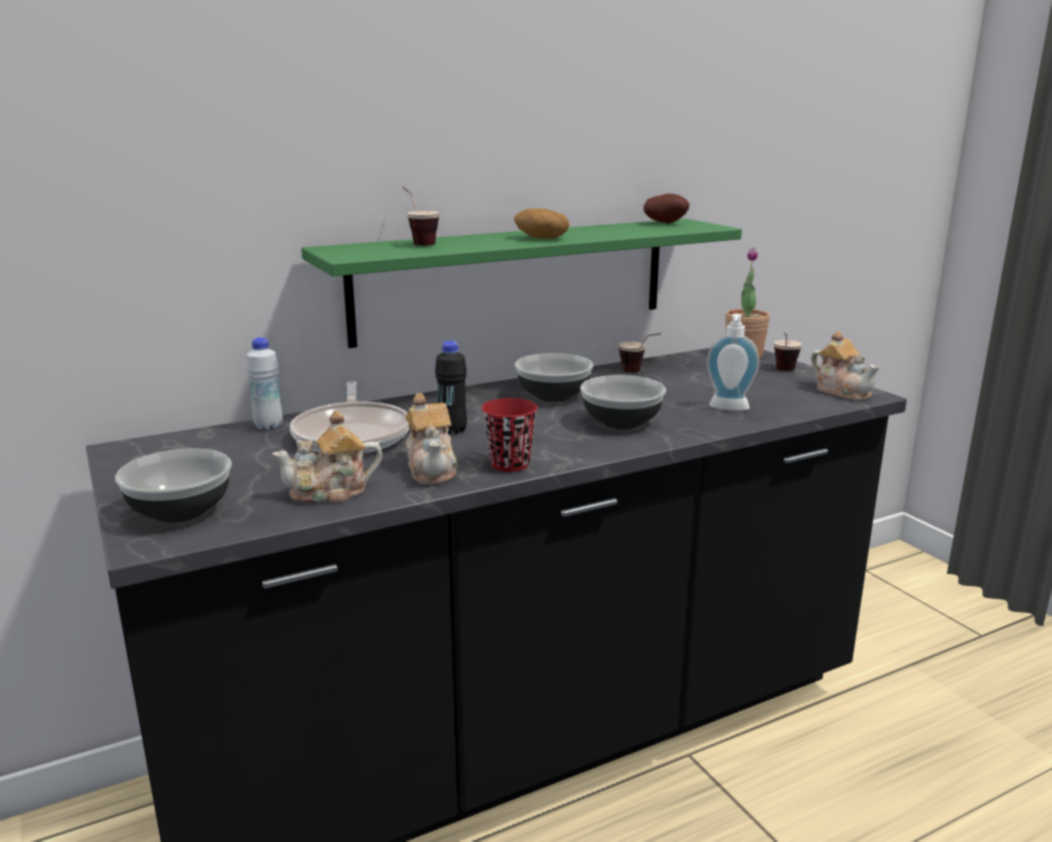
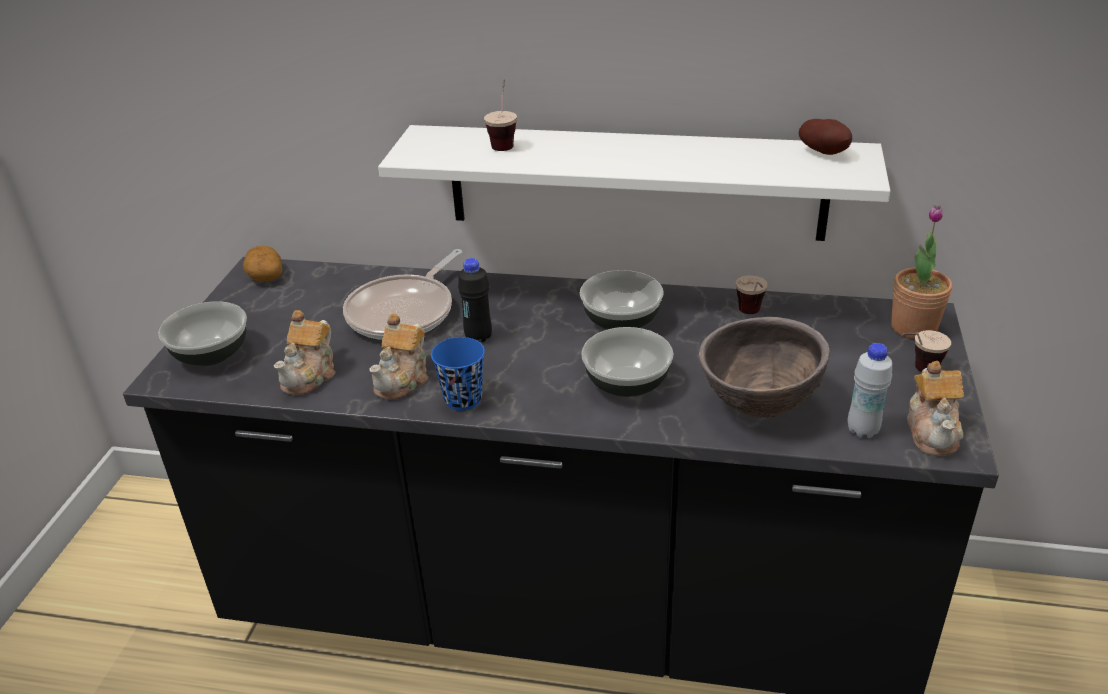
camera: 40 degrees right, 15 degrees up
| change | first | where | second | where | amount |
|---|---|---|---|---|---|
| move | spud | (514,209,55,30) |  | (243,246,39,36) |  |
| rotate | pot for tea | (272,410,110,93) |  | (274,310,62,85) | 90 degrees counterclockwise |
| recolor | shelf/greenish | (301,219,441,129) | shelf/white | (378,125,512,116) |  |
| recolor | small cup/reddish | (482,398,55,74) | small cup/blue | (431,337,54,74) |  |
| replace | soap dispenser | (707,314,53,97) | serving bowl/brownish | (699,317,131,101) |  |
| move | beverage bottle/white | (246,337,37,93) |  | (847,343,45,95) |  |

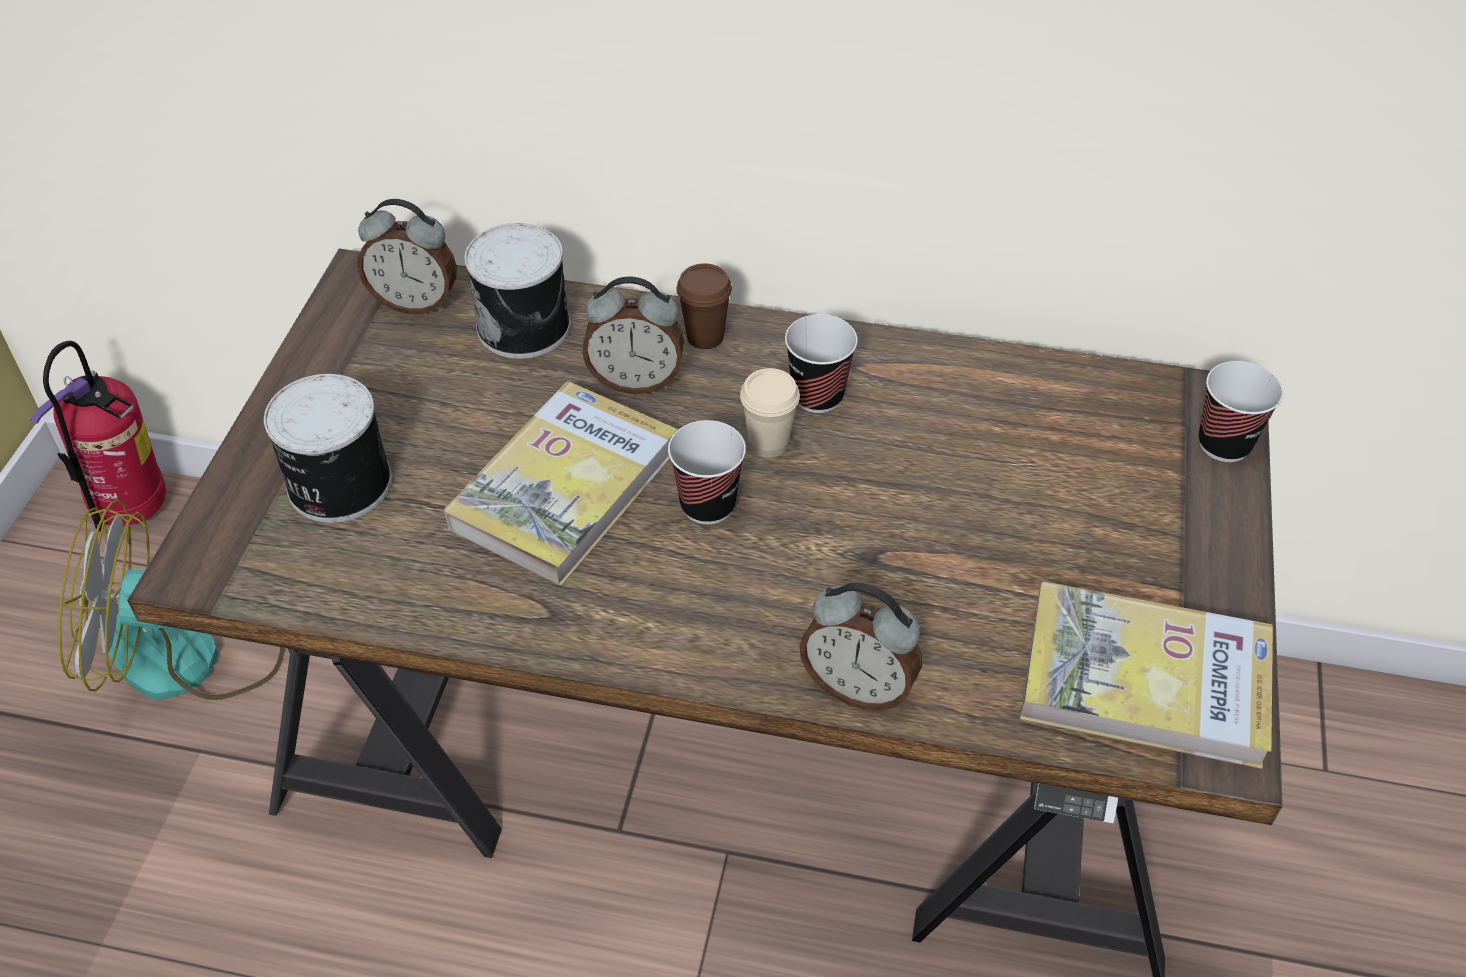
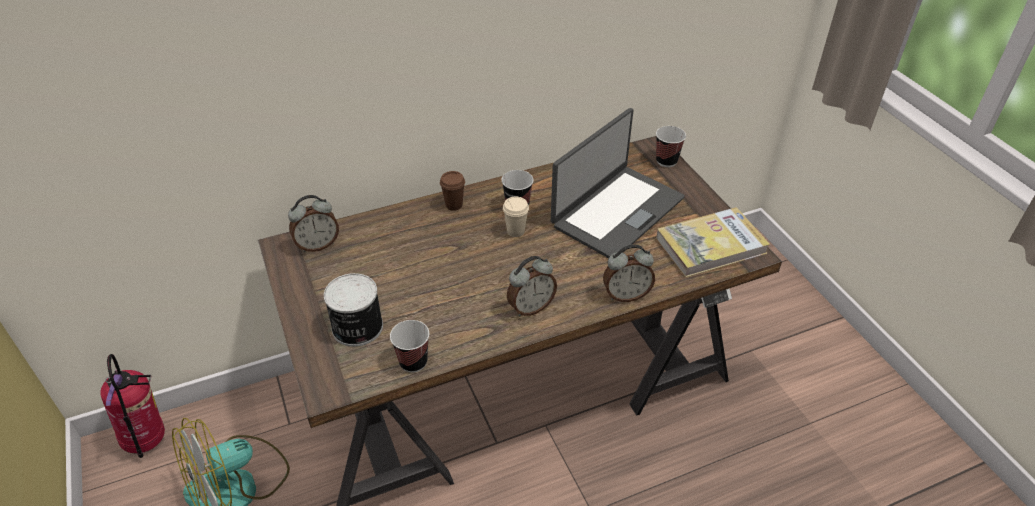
camera: 35 degrees left, 5 degrees down
| change | first | where | second | where | amount |
|---|---|---|---|---|---|
| move | small cup | (668,420,78,104) |  | (390,320,39,53) |  |
| move | bedside clock | (582,276,103,118) |  | (507,256,50,61) |  |
| insert |  |  | portable computer | (551,108,134,150) |  |
| delete | volume | (444,381,234,205) |  |  |  |
| delete | can | (465,223,105,136) |  |  |  |

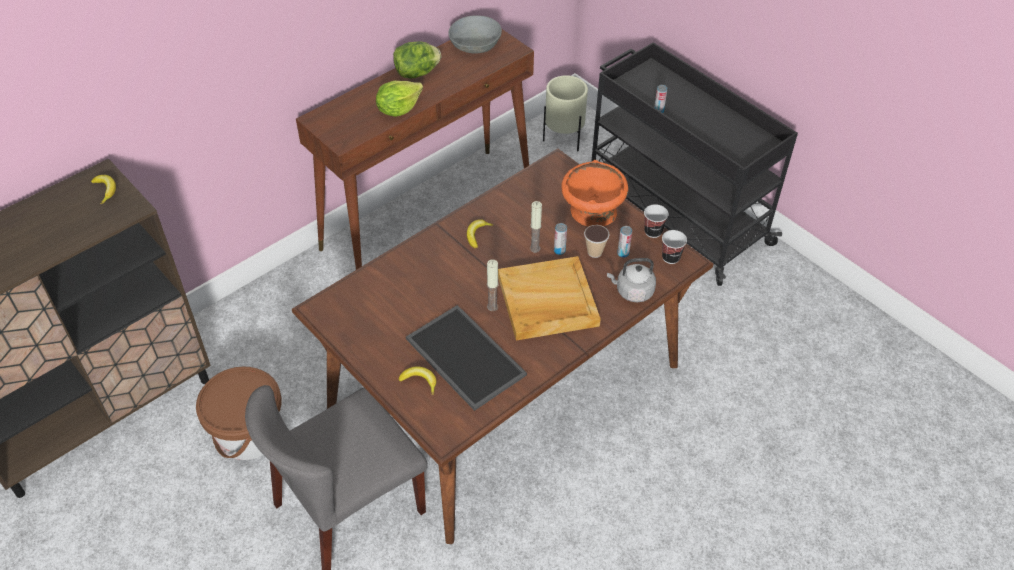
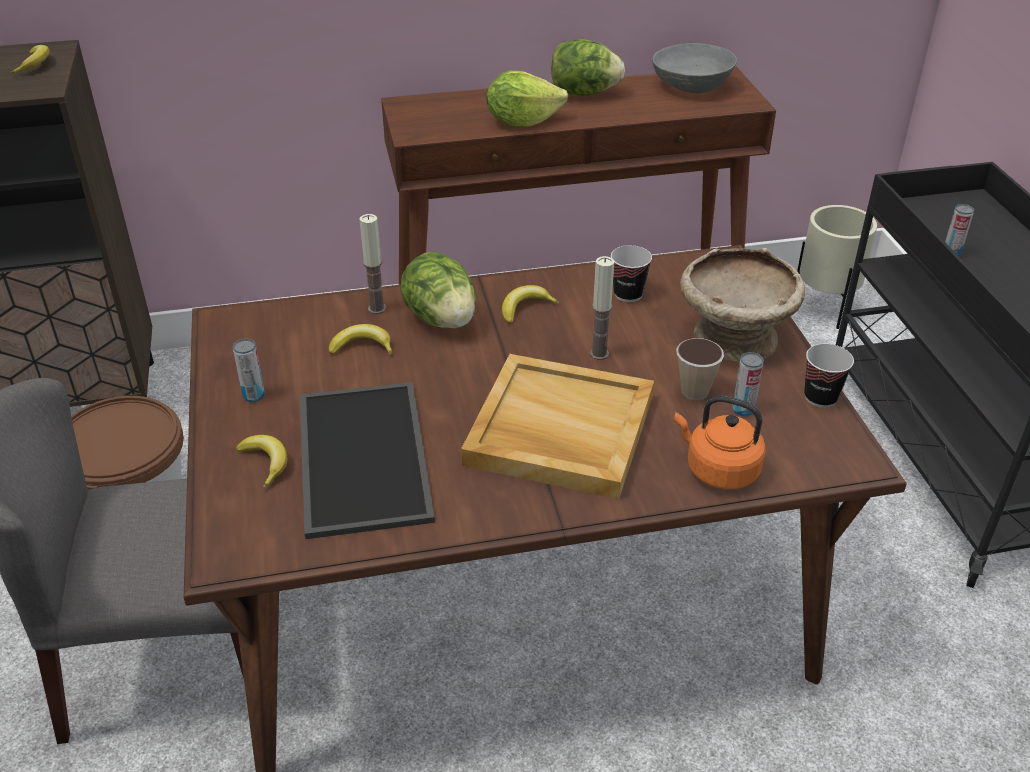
camera: 30 degrees right, 10 degrees down
| change | first | where | second | where | amount |
|---|---|---|---|---|---|
| move | can | (554,223,13,32) |  | (233,339,32,63) |  |
| insert |  |  | banana | (329,324,64,31) |  |
| move | candle | (487,259,12,52) |  | (360,214,26,100) |  |
| insert |  |  | lettuce head | (401,252,75,76) |  |
| move | small cup | (662,230,25,34) |  | (611,245,41,57) |  |
| recolor | water kettle/grey | (607,258,49,44) | water kettle/orange-coloured | (674,395,92,94) |  |
| recolor | serving bowl/orange-coloured | (561,160,67,67) | serving bowl/beige-coloured | (680,248,125,114) |  |

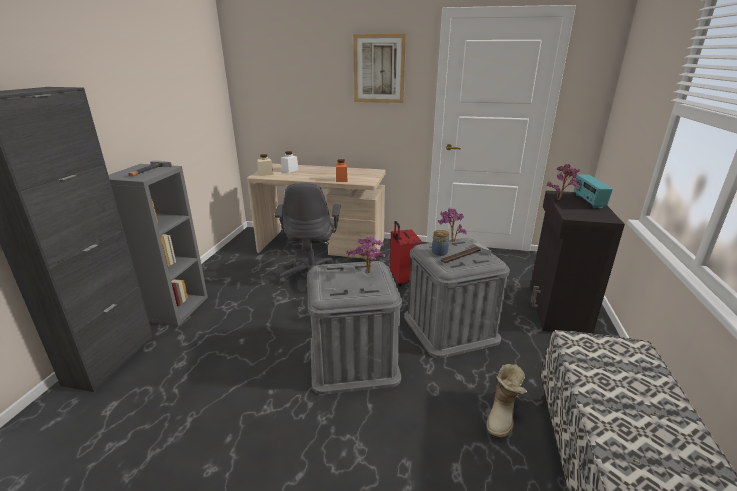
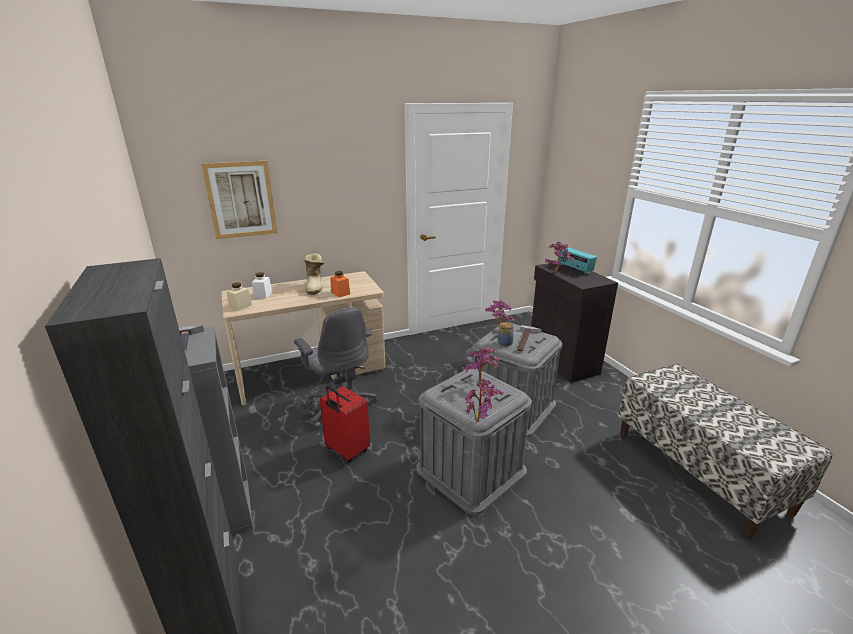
camera: 35 degrees left, 0 degrees up
| change | first | where | second | where | amount |
|---|---|---|---|---|---|
| move | picture | (353,34,53,69) |  | (201,161,76,78) |  |
| move | high-top boot | (486,364,41,74) |  | (304,253,21,42) |  |
| move | suitcase/reddish | (390,221,32,66) |  | (320,385,50,78) |  |
| insert |  |  | plant in a pot | (465,379,38,43) |  |

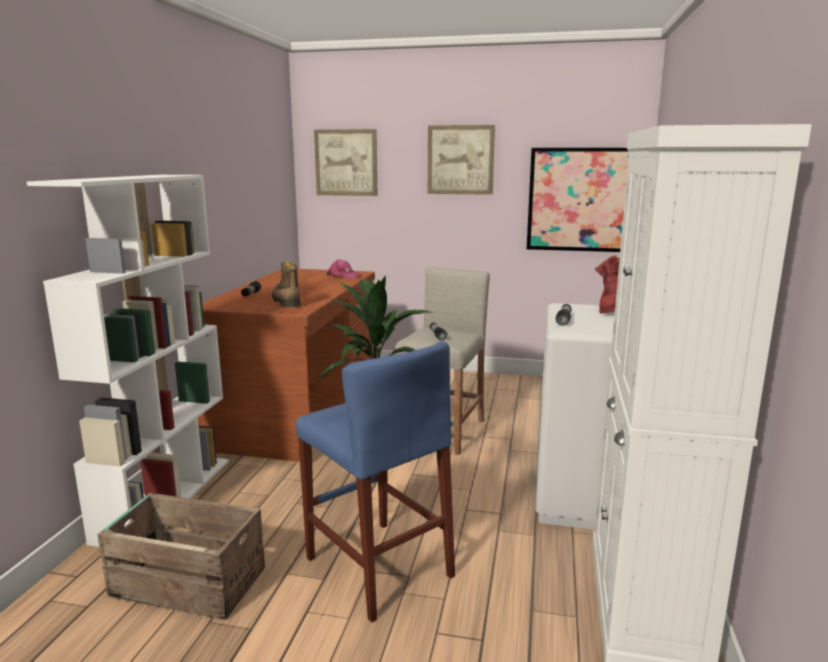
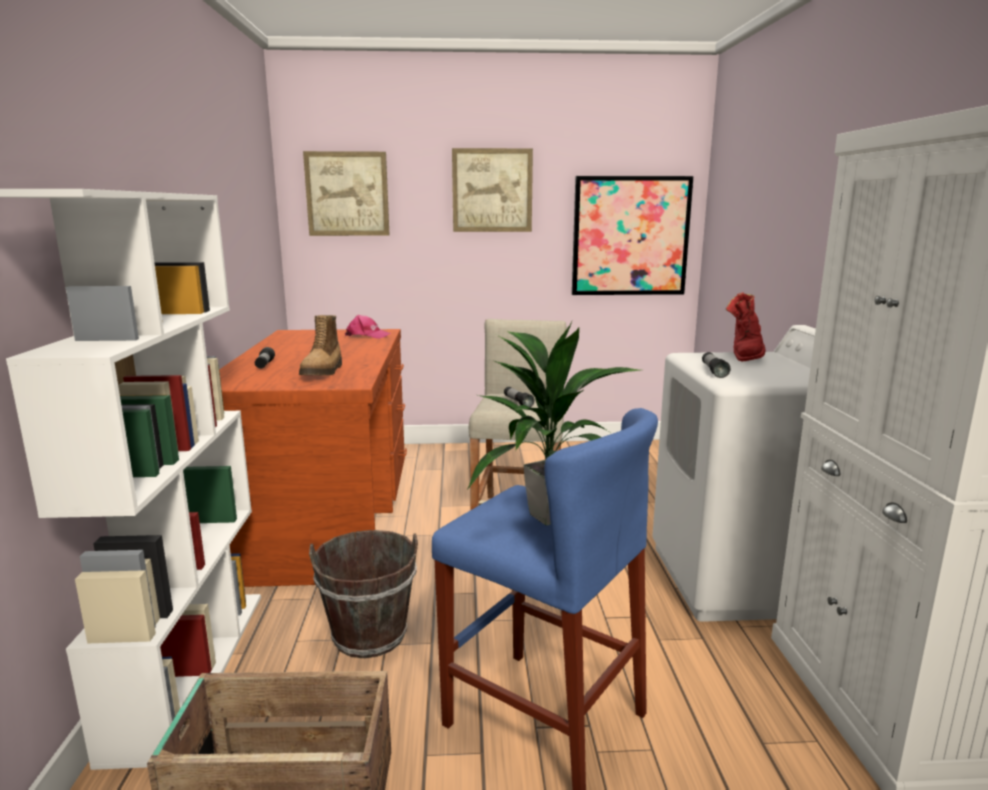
camera: 15 degrees left, 0 degrees up
| change | first | where | second | where | amount |
|---|---|---|---|---|---|
| rotate | high-top boot | (272,261,29,46) |  | (299,315,43,61) | 135 degrees counterclockwise |
| insert |  |  | water bucket/brownish | (309,530,109,128) |  |

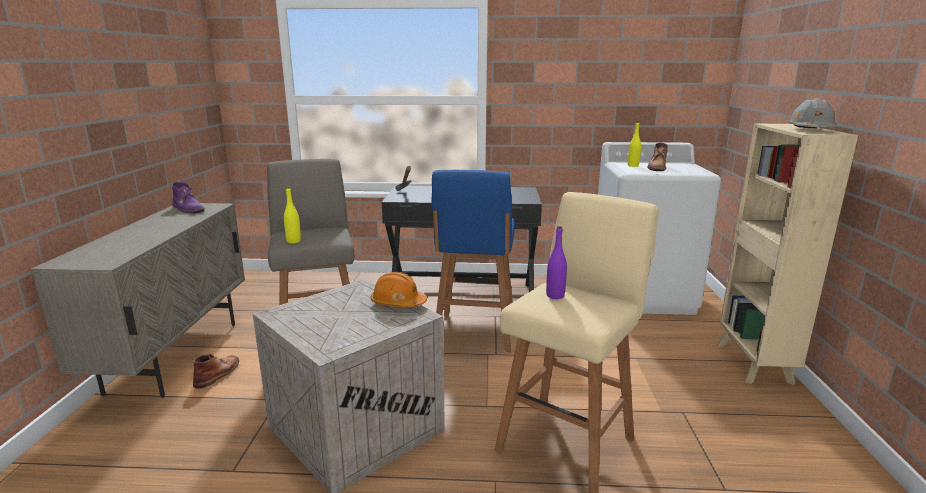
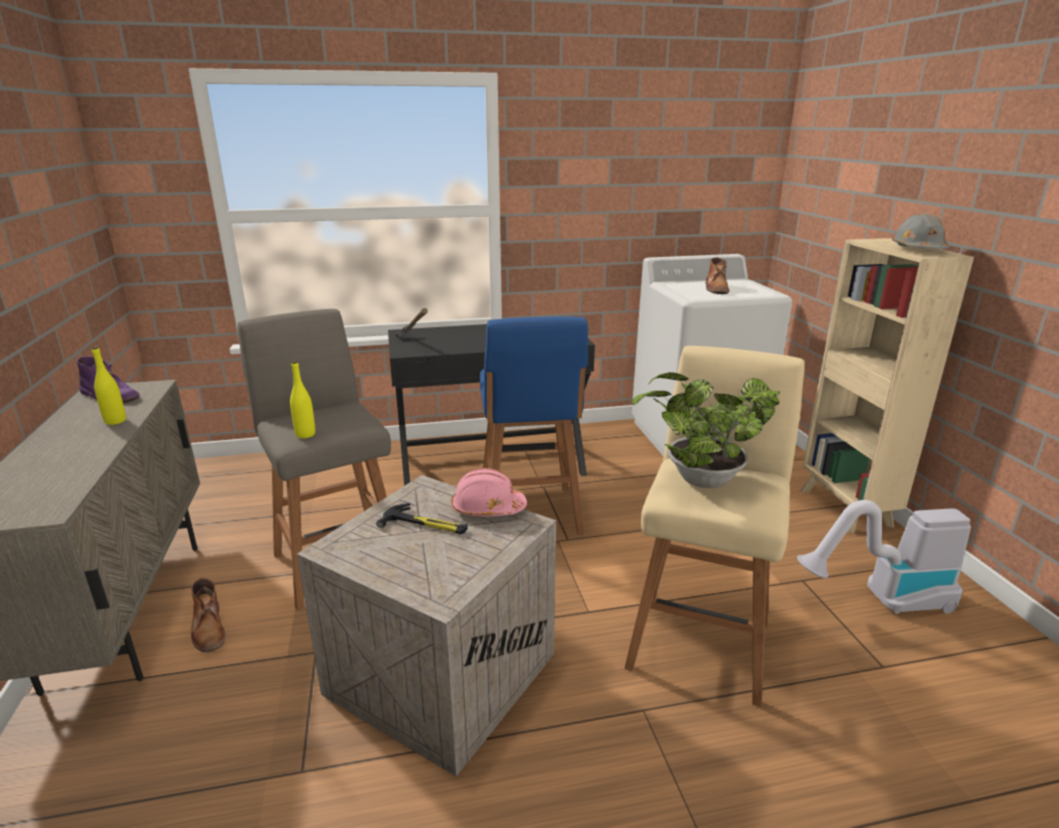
camera: 15 degrees left, 5 degrees up
| change | first | where | second | where | amount |
|---|---|---|---|---|---|
| move | beverage bottle/yellow | (628,122,13,45) |  | (92,346,34,79) |  |
| rotate | high-top boot/brownish | (193,353,46,36) |  | (191,578,34,74) | 150 degrees clockwise |
| insert |  |  | hammer | (376,503,92,31) |  |
| recolor | work helmet/orange-coloured | (371,272,56,35) | work helmet/pink | (451,468,76,49) |  |
| replace | beverage bottle/purple | (546,226,21,73) | plant in a pot | (632,372,148,116) |  |
| insert |  |  | hoover | (797,500,174,114) |  |

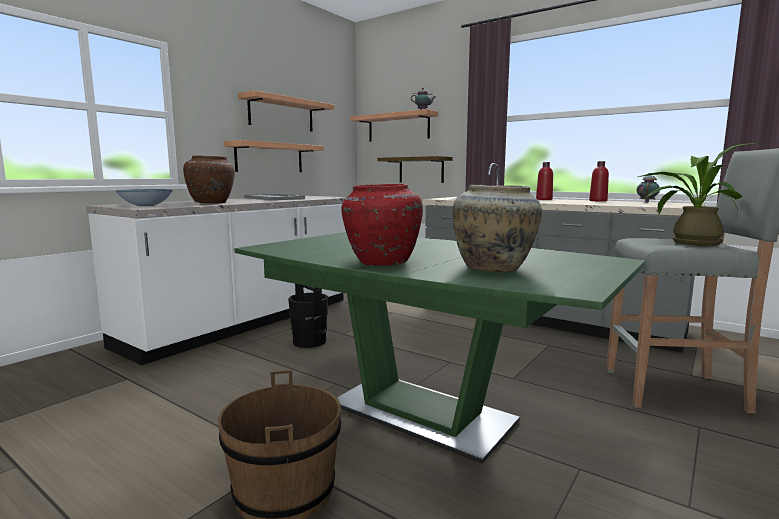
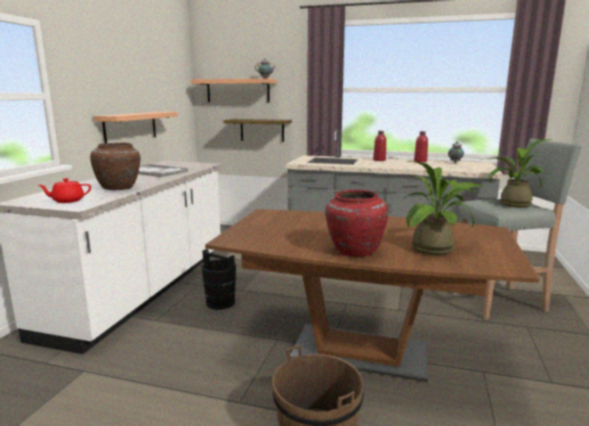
camera: 20 degrees left, 5 degrees up
| change | first | where | second | where | amount |
|---|---|---|---|---|---|
| replace | serving bowl | (115,189,58,17) | pot for tea/reddish | (38,178,53,25) |  |
| recolor | dining table/greenish | (234,232,411,231) | dining table/brownish | (205,209,335,173) |  |
| replace | decorative vase/beige-coloured | (453,184,89,88) | plant in a pot | (403,161,82,95) |  |
| delete | shelf | (238,90,96,42) |  |  |  |

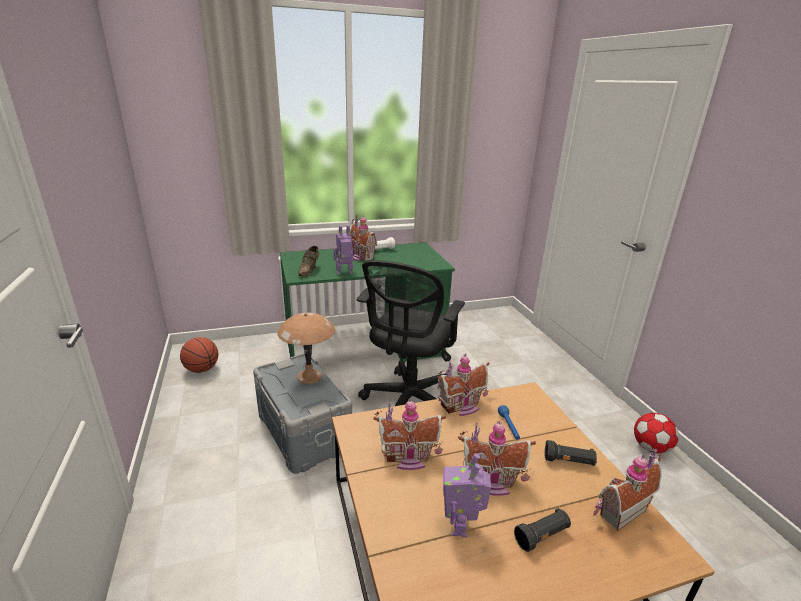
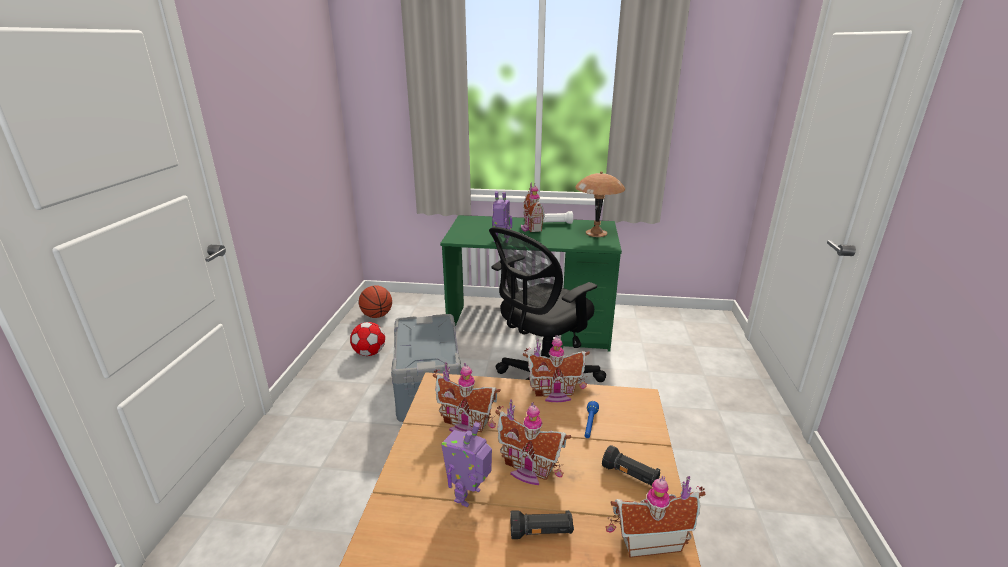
camera: 25 degrees right, 0 degrees up
| change | first | where | second | where | amount |
|---|---|---|---|---|---|
| move | football ball | (634,413,45,41) |  | (350,322,35,34) |  |
| move | tabletop lamp/brownish | (277,312,58,72) |  | (575,171,50,66) |  |
| delete | low shoe/brownish | (298,246,21,30) |  |  |  |

